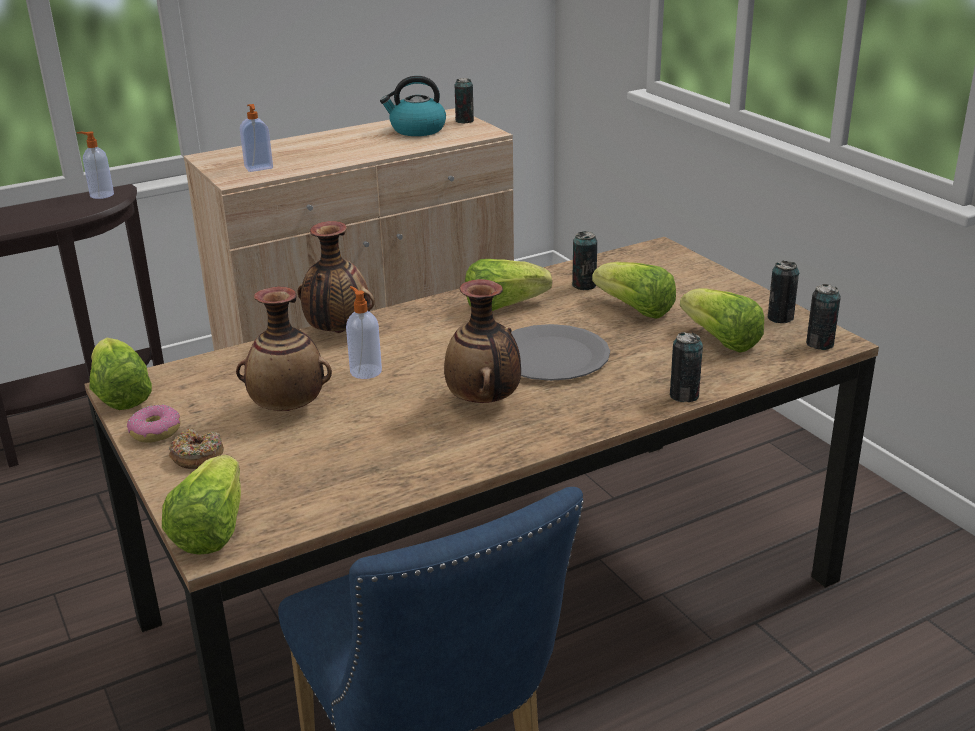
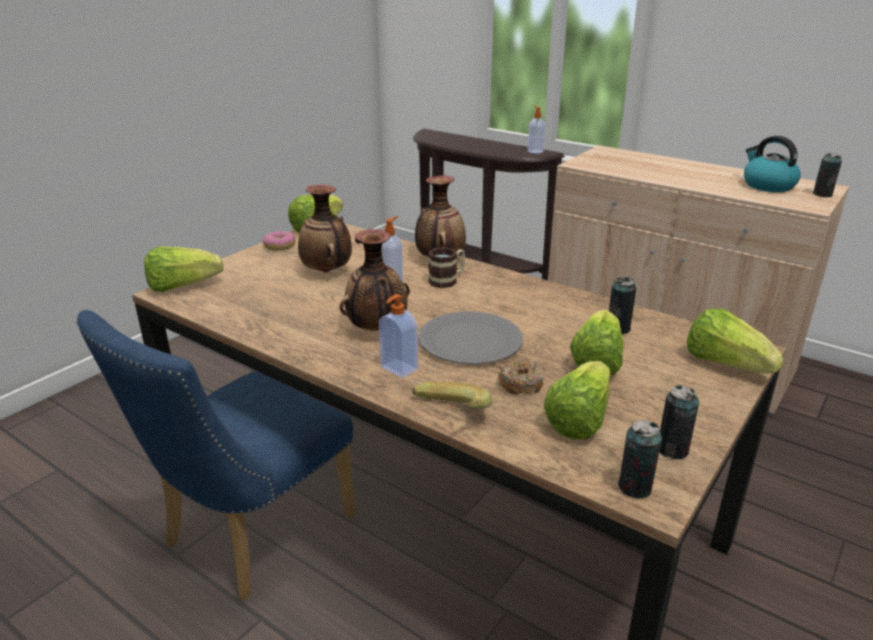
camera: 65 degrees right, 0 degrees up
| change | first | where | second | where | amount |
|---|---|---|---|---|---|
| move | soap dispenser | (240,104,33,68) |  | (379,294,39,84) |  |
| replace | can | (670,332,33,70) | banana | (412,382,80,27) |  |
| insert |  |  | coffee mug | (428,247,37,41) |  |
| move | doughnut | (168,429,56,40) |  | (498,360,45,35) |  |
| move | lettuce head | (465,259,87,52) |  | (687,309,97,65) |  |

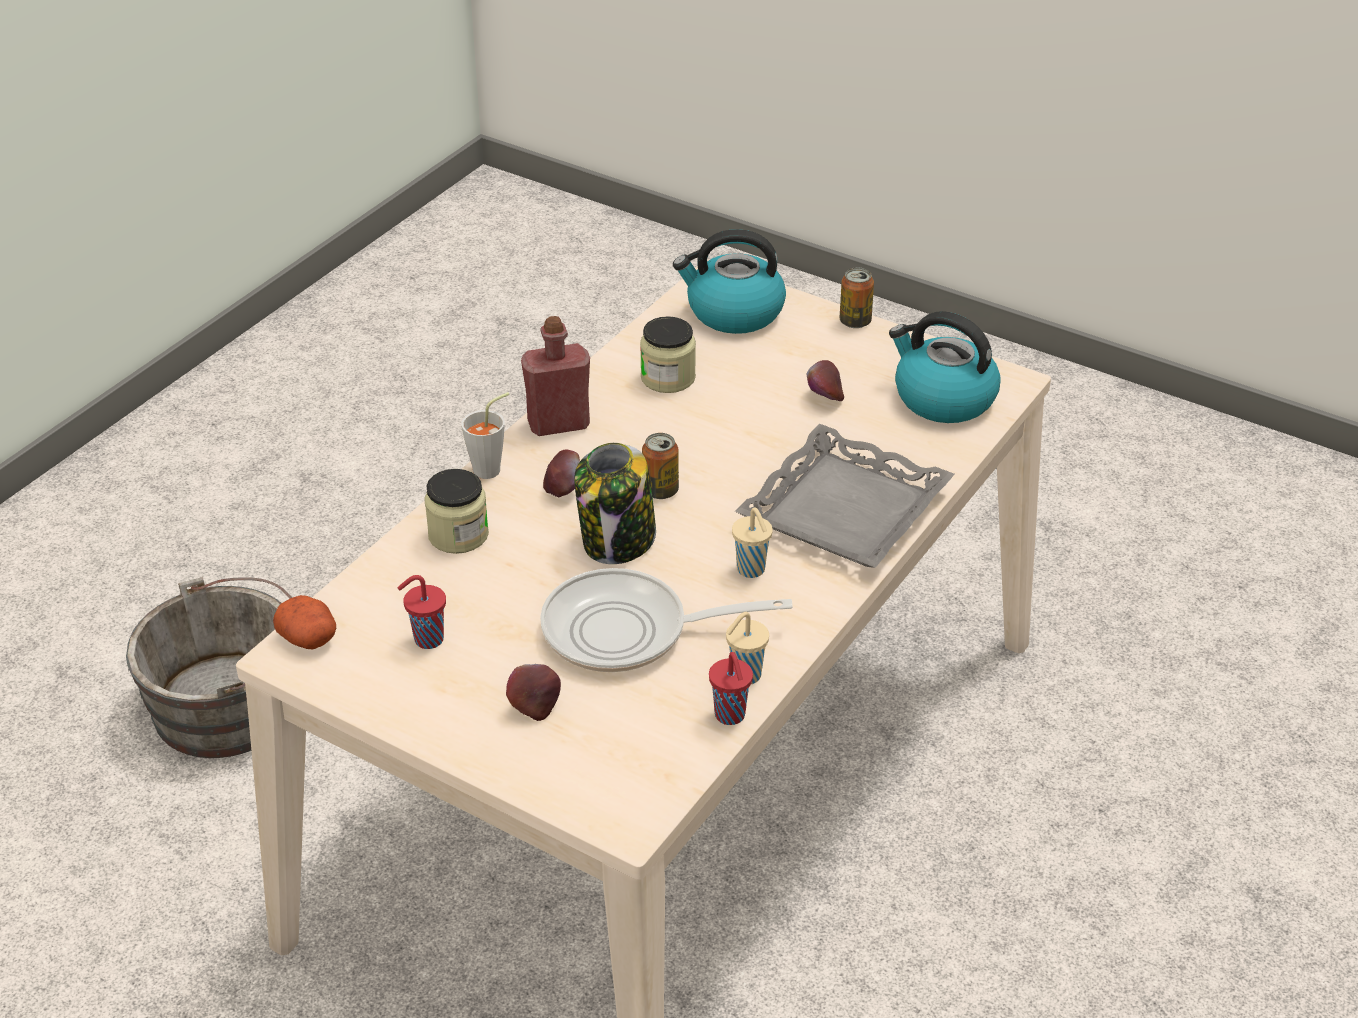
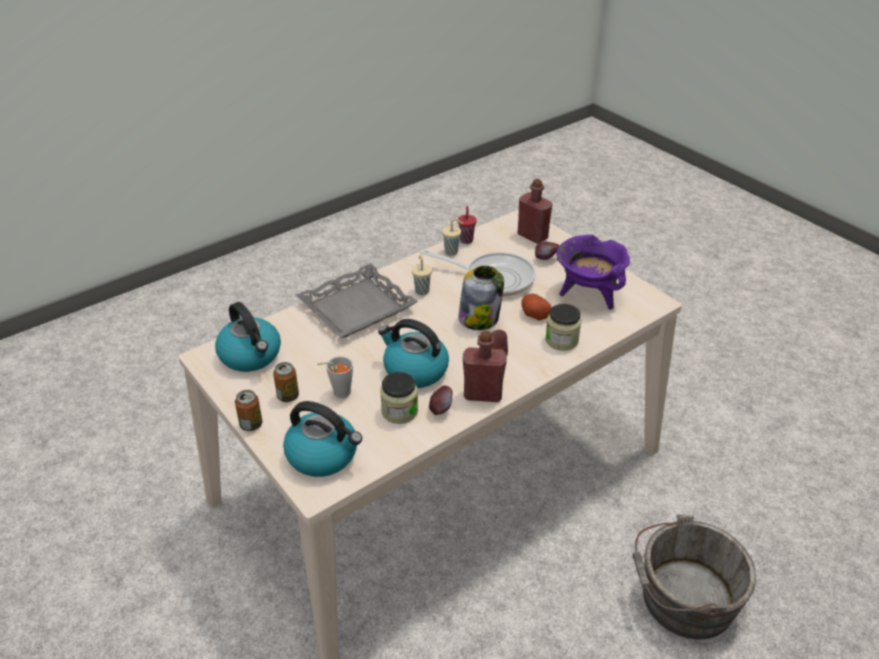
camera: 160 degrees left, 0 degrees up
| change | first | where | second | where | amount |
|---|---|---|---|---|---|
| move | can | (642,433,37,66) |  | (273,362,26,40) |  |
| move | small cup/grey | (461,392,49,87) |  | (317,356,36,42) |  |
| insert |  |  | water kettle | (378,319,71,69) |  |
| move | whole apple | (807,360,37,41) |  | (429,386,24,29) |  |
| insert |  |  | beverage bottle/reddish | (517,179,35,65) |  |
| move | spud | (273,595,63,54) |  | (522,294,29,26) |  |
| replace | small cup/reddish | (398,575,48,74) | cooking pot/purple | (556,235,74,75) |  |

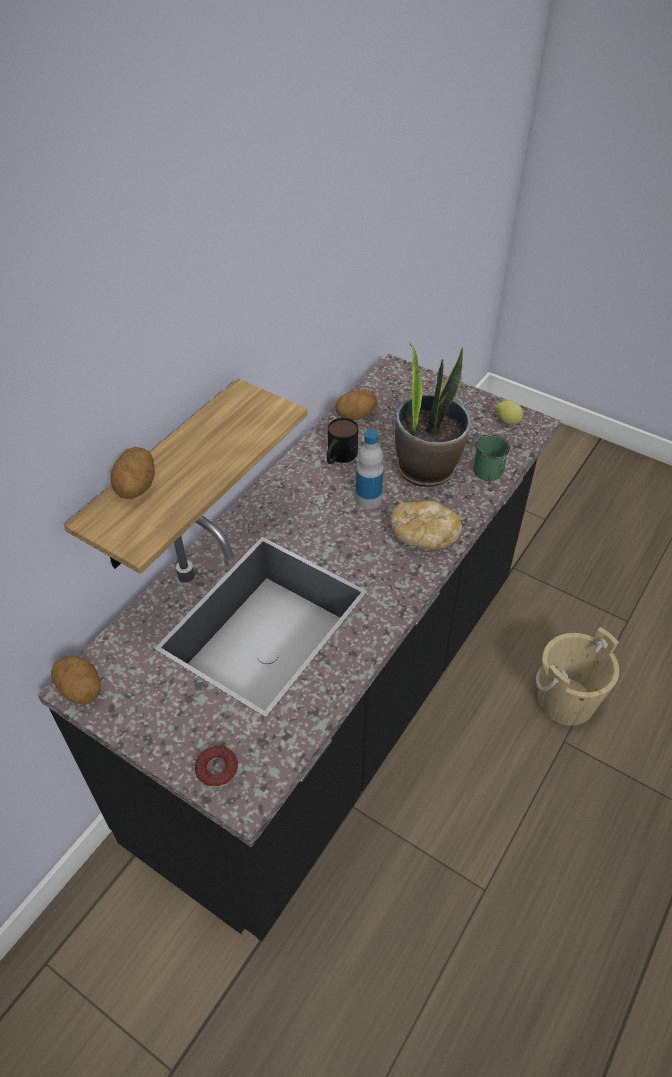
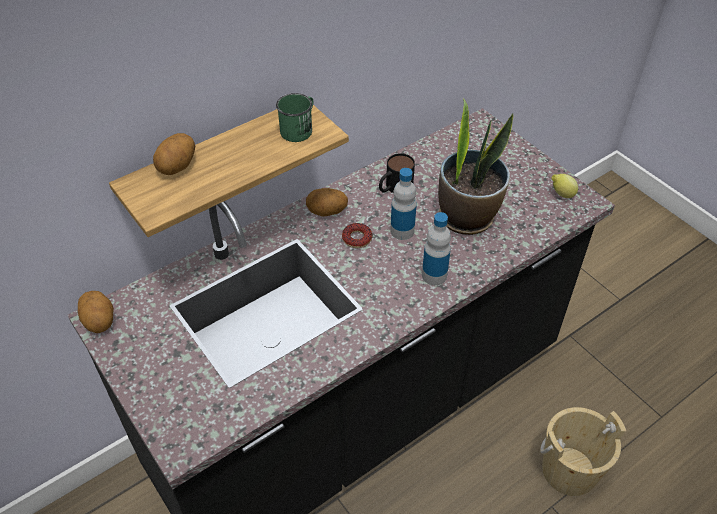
camera: 20 degrees right, 0 degrees up
| change | first | where | second | where | amount |
|---|---|---|---|---|---|
| move | coffee mug/greenish | (473,435,37,46) |  | (276,93,37,49) |  |
| move | spud | (335,390,42,30) |  | (306,188,42,28) |  |
| move | doughnut | (195,746,43,41) |  | (342,223,30,25) |  |
| replace | bakery bread | (391,501,71,49) | beverage bottle | (422,212,29,73) |  |

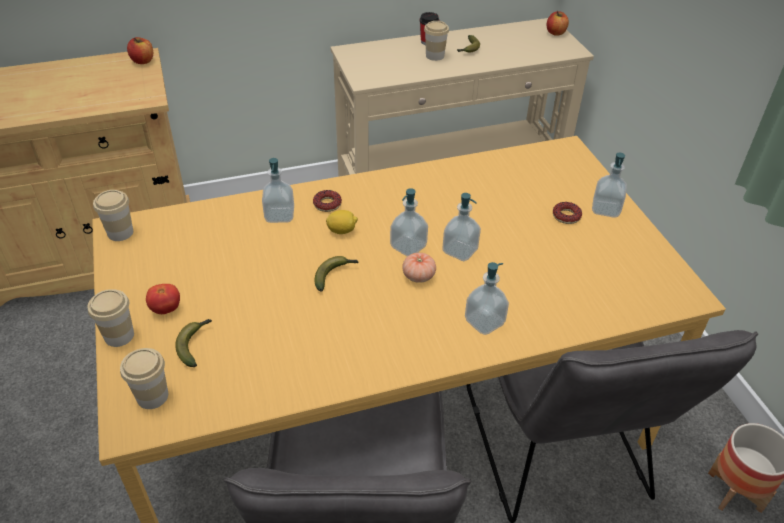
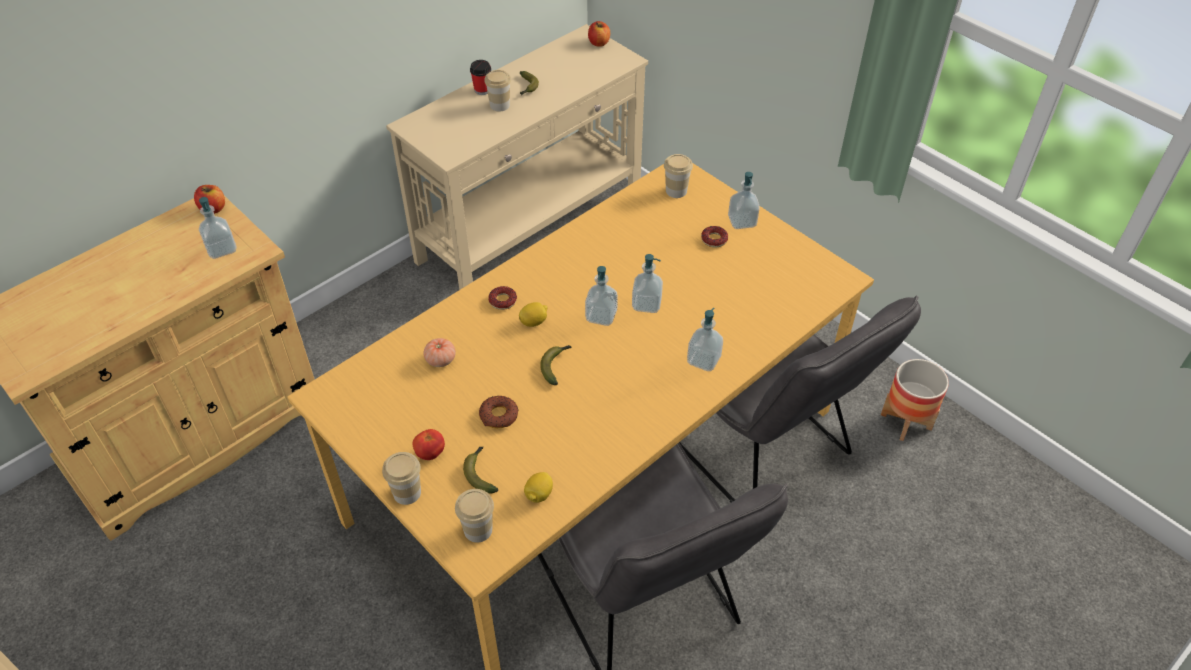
camera: 25 degrees left, 5 degrees up
| change | first | where | second | where | amount |
|---|---|---|---|---|---|
| move | soap dispenser | (262,158,32,65) |  | (199,197,37,62) |  |
| move | fresh tomato | (402,253,34,30) |  | (423,338,33,29) |  |
| insert |  |  | doughnut | (479,396,39,32) |  |
| insert |  |  | lemon | (524,472,29,31) |  |
| move | small cup | (93,190,40,51) |  | (664,154,29,44) |  |

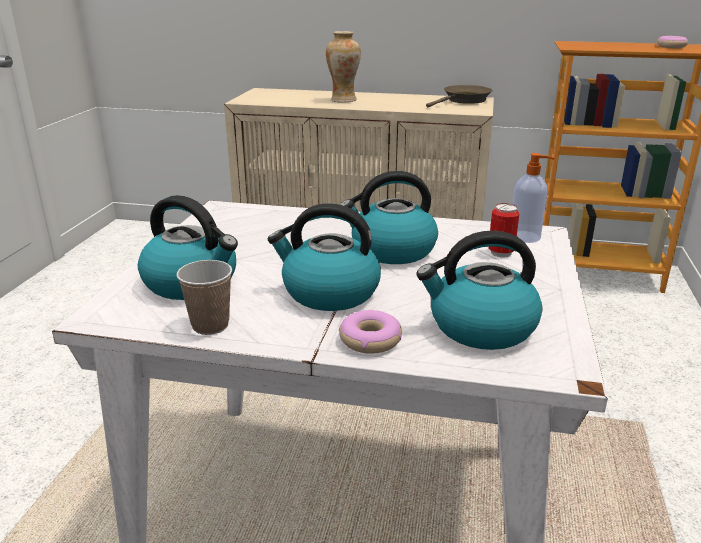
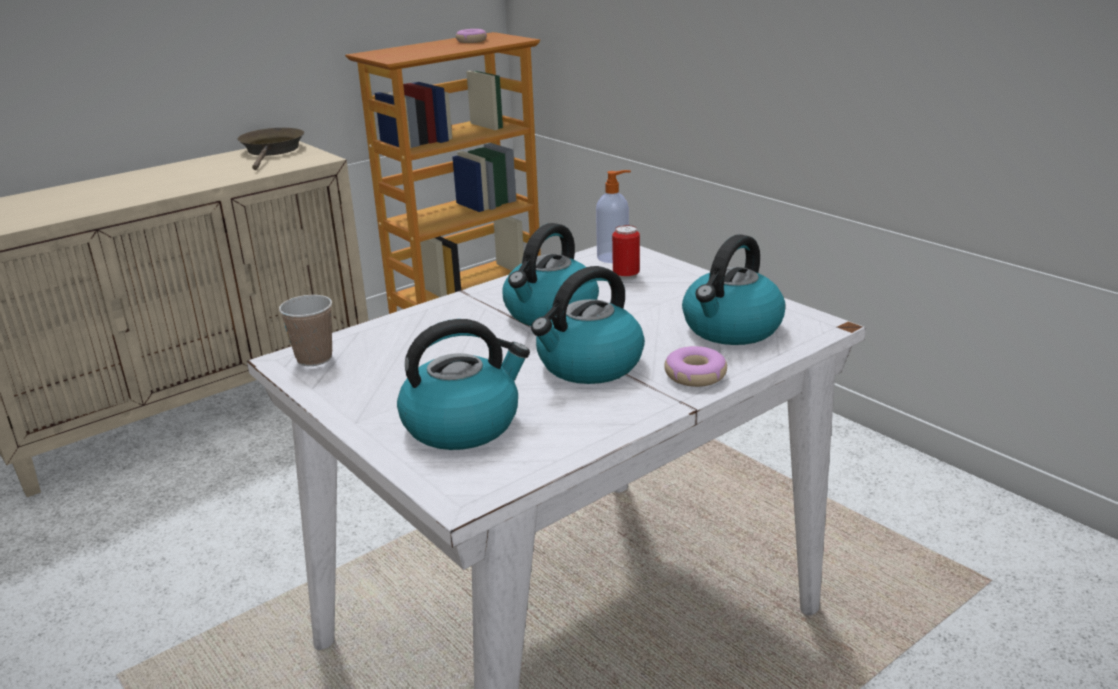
camera: 50 degrees left, 0 degrees up
| change | first | where | second | where | amount |
|---|---|---|---|---|---|
| move | small cup | (176,260,56,75) |  | (279,295,53,71) |  |
| delete | decorative vase | (326,31,35,72) |  |  |  |

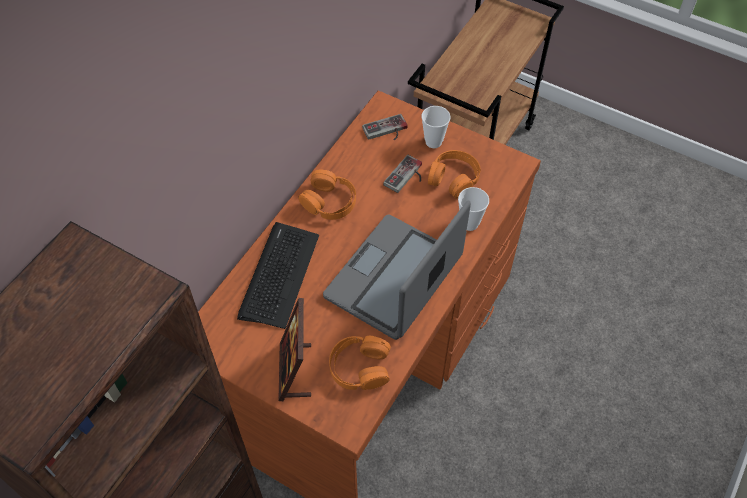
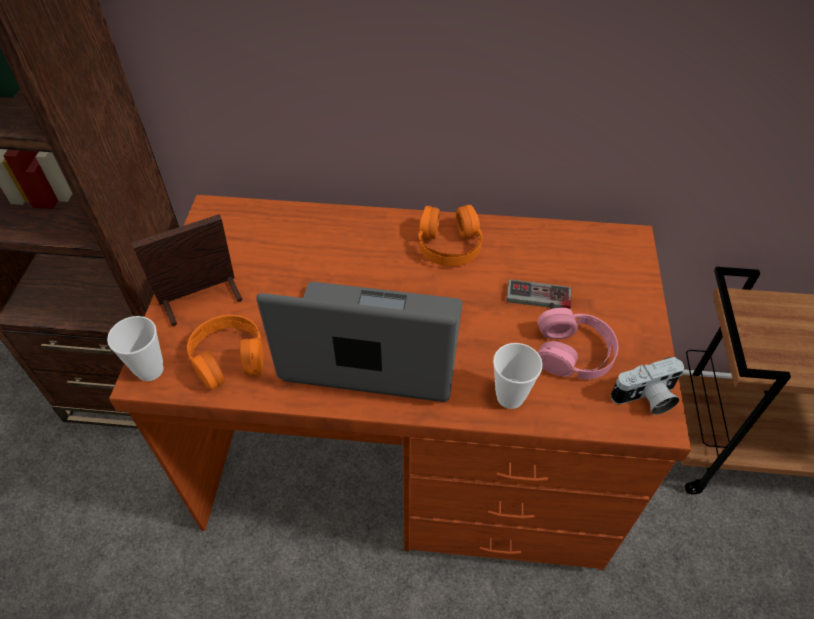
camera: 65 degrees right, 5 degrees down
| change | first | where | second | where | amount |
|---|---|---|---|---|---|
| move | small cup | (422,106,29,42) |  | (107,316,57,65) |  |
| recolor | pair of headphones/orange-coloured | (428,150,53,49) | pair of headphones/pink | (537,308,81,72) |  |
| insert |  |  | photo camera | (610,357,74,58) |  |
| delete | PC keyboard | (237,222,82,107) |  |  |  |
| delete | game controller | (362,114,46,26) |  |  |  |

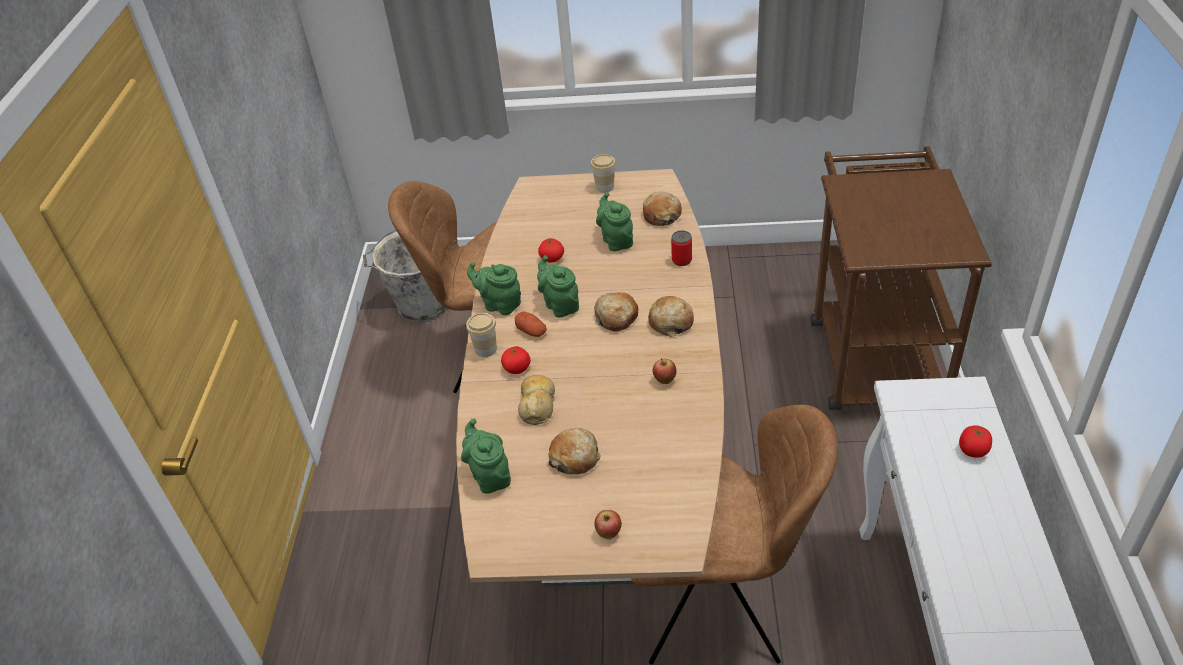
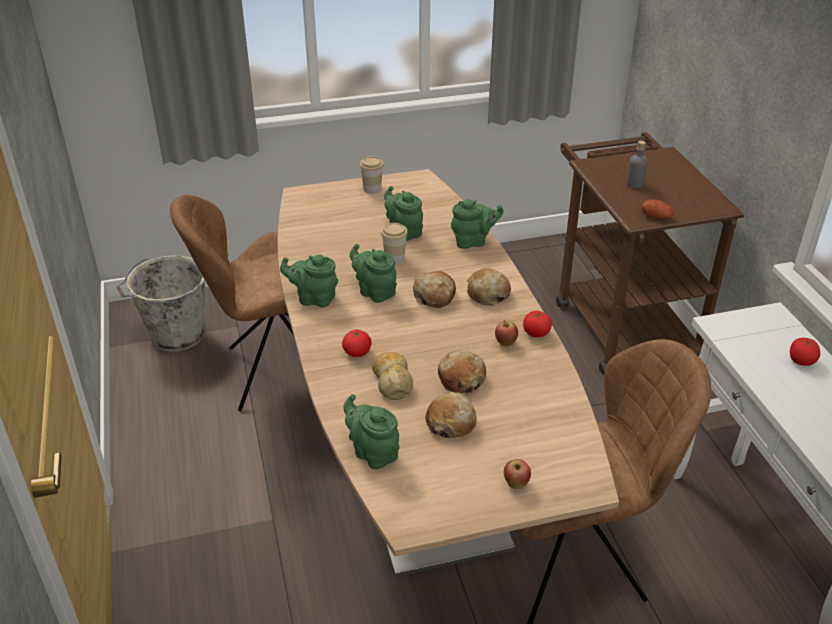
camera: 20 degrees left, 5 degrees down
| change | first | where | second | where | amount |
|---|---|---|---|---|---|
| move | small cup | (466,313,31,44) |  | (381,223,27,41) |  |
| move | bakery bread | (643,192,39,34) |  | (438,350,48,43) |  |
| replace | can | (671,231,21,35) | pot for tea/greenish | (451,199,53,50) |  |
| move | fresh tomato | (538,238,26,25) |  | (523,311,29,26) |  |
| insert |  |  | beverage bottle/grey | (626,141,22,48) |  |
| move | spud | (515,312,32,25) |  | (642,200,32,19) |  |

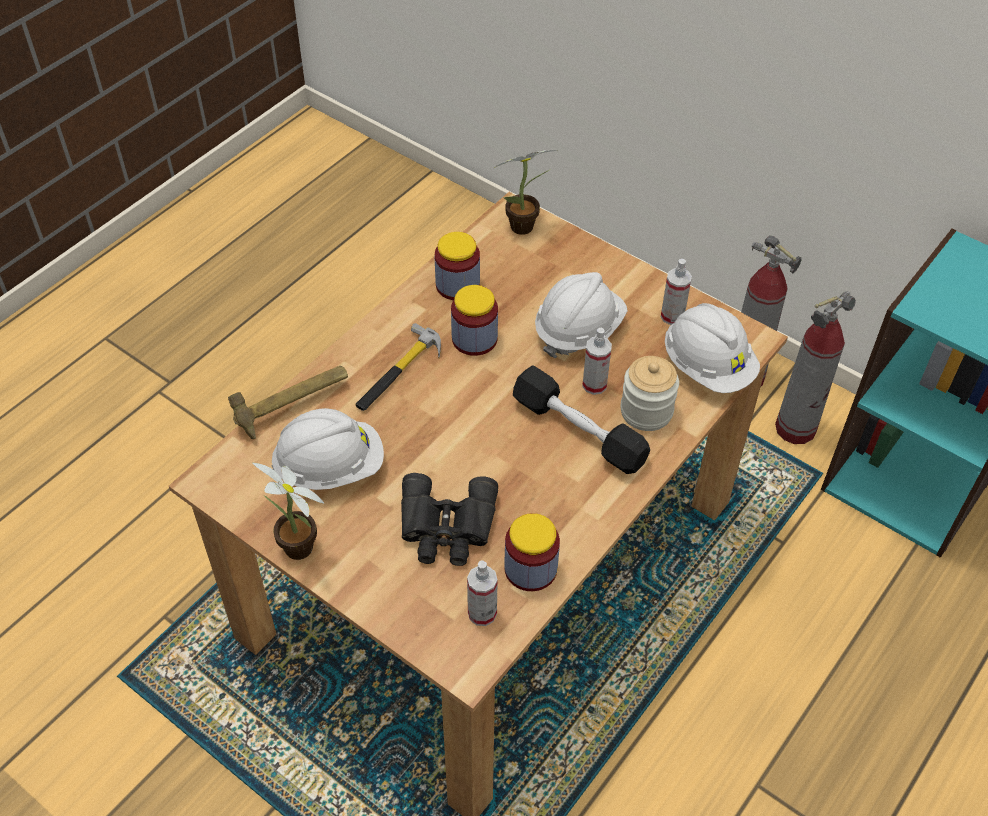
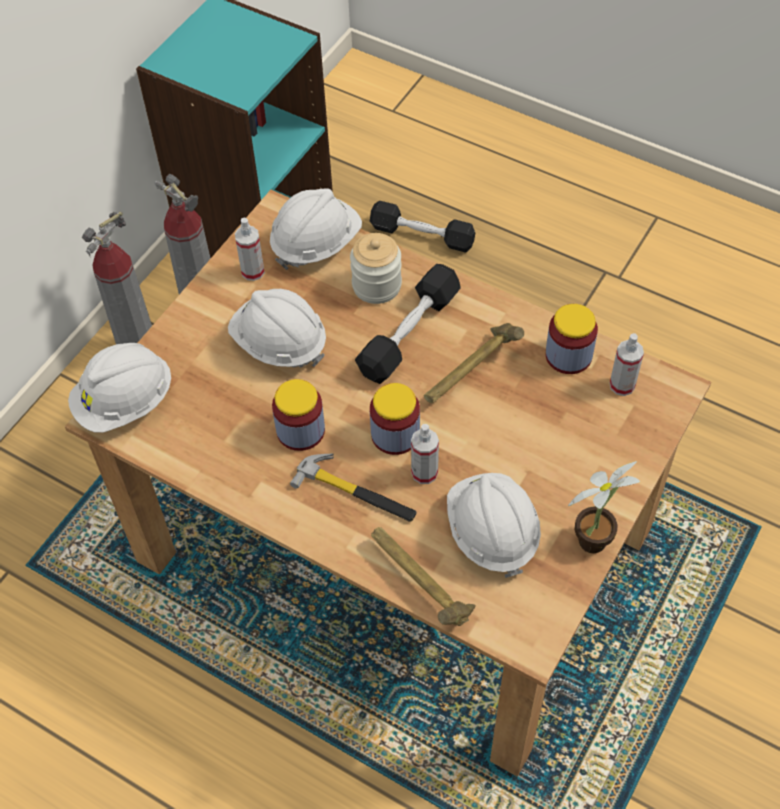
camera: 95 degrees left, 5 degrees up
| change | first | where | second | where | amount |
|---|---|---|---|---|---|
| replace | plant in a pot | (494,150,65,85) | work helmet/white | (68,343,103,90) |  |
| insert |  |  | free weight/blackish | (370,201,105,52) |  |
| move | preserve jar | (435,232,45,68) |  | (370,383,50,72) |  |
| move | spray bottle | (582,328,30,67) |  | (411,424,28,60) |  |
| insert |  |  | hammer | (424,323,100,80) |  |
| delete | pair of binoculars/blackish | (401,473,97,93) |  |  |  |

